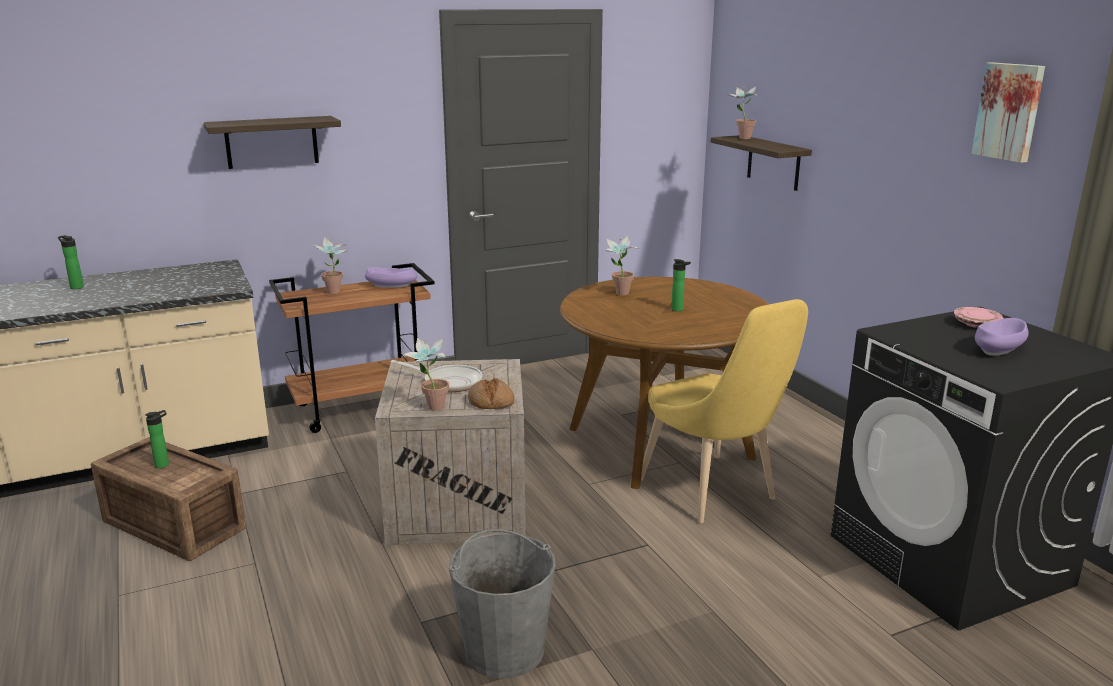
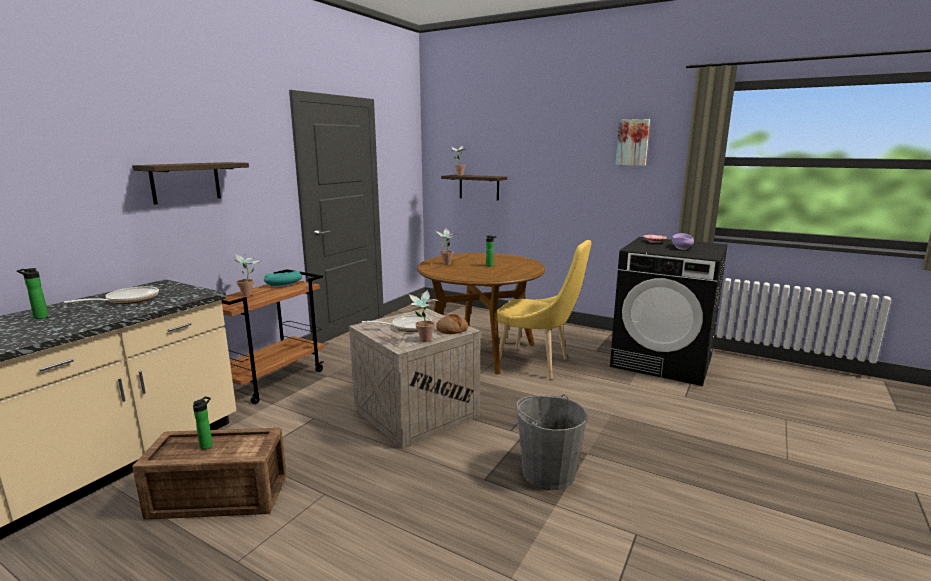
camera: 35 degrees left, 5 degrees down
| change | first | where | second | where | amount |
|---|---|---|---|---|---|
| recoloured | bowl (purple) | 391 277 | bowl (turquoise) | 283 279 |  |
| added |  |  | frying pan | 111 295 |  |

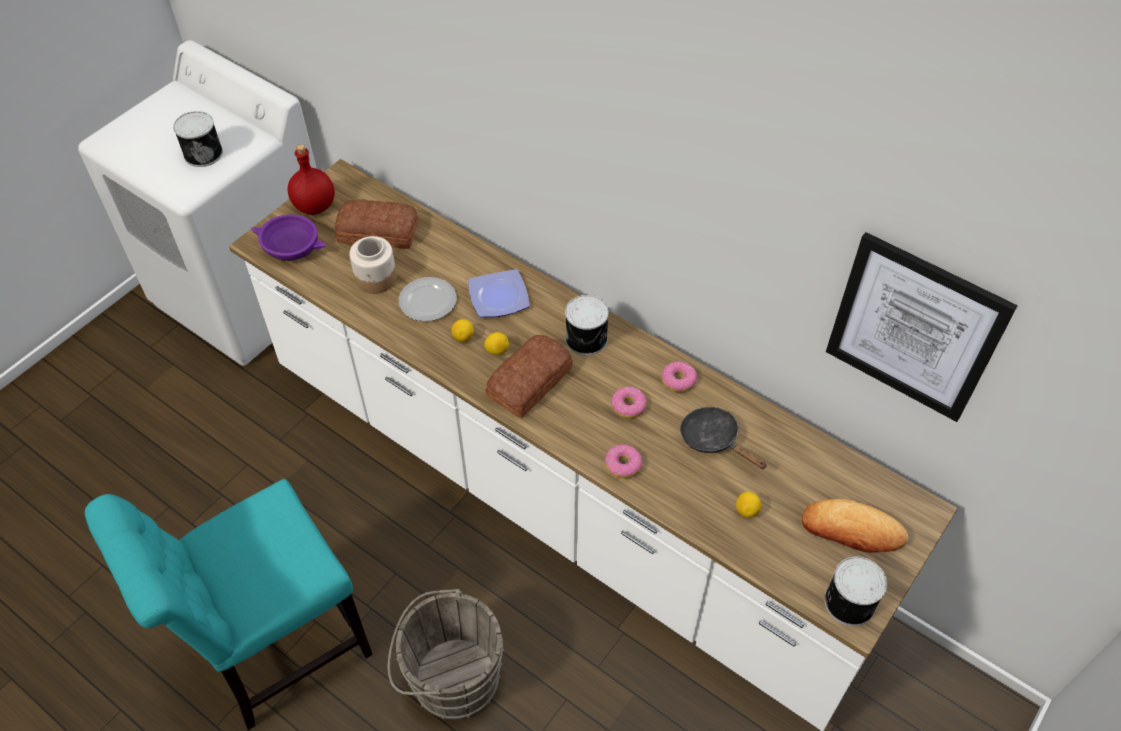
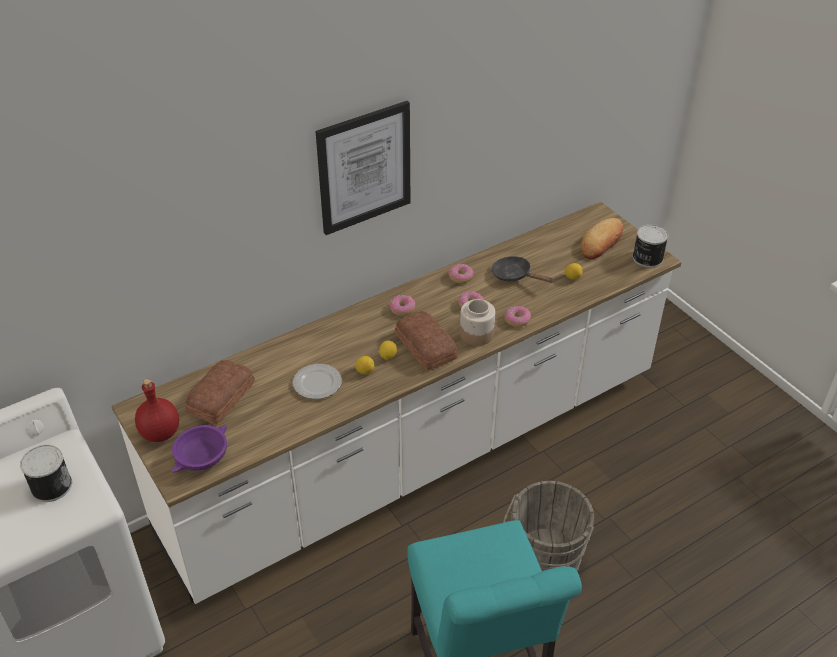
camera: 70 degrees left, 10 degrees down
| change | first | where | second | where | amount |
|---|---|---|---|---|---|
| moved | picture | 922 327 |  | 363 168 |  |
| moved | jar | 373 265 |  | 477 322 |  |
| removed | plate | 499 293 |  |  |  |
| replaced | can | 587 325 | donut | 402 305 |  |
| turned | frying pan (black) | 723 438 |  | 522 269 | 60 degrees clockwise |

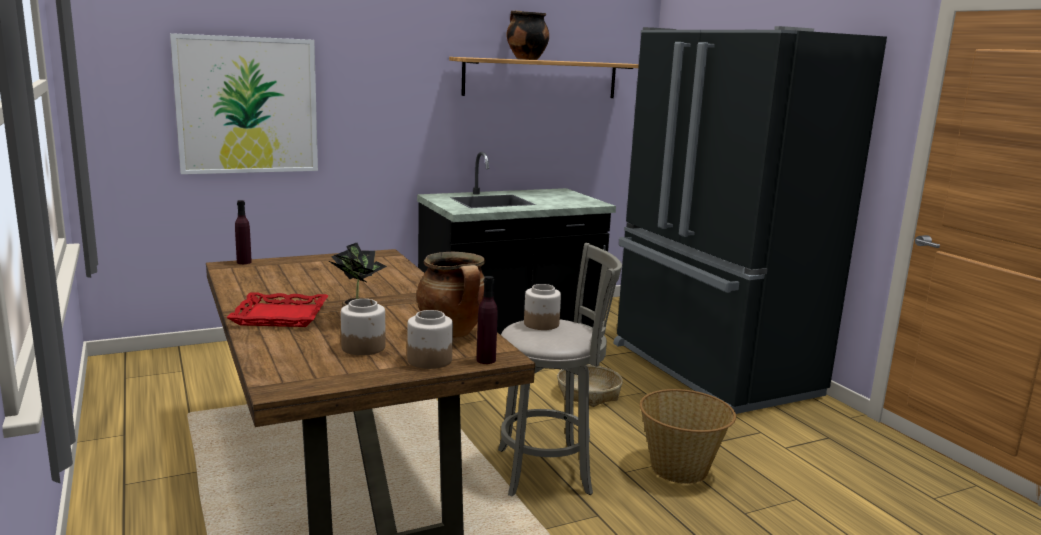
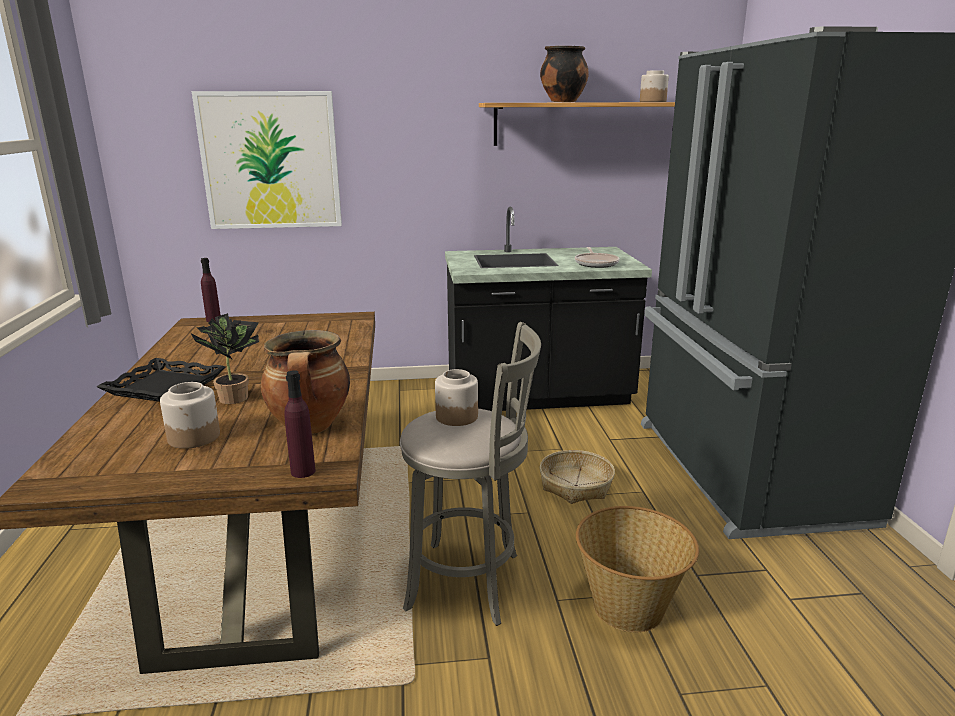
camera: 20 degrees right, 5 degrees up
| change | first | where | second | where | amount |
|---|---|---|---|---|---|
| recoloured | tray (red) | 277 309 | tray (black) | 161 380 |  |
| moved | jar | 430 339 |  | 654 86 |  |
| added |  |  | frying pan | 597 257 |  |

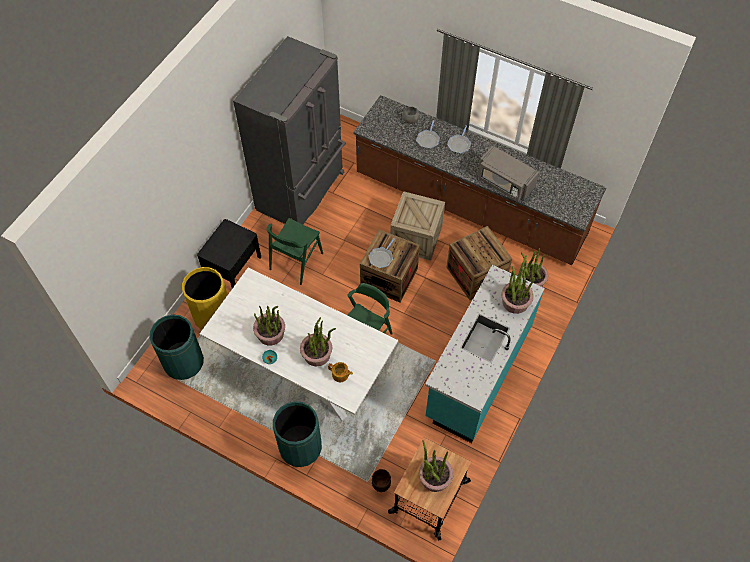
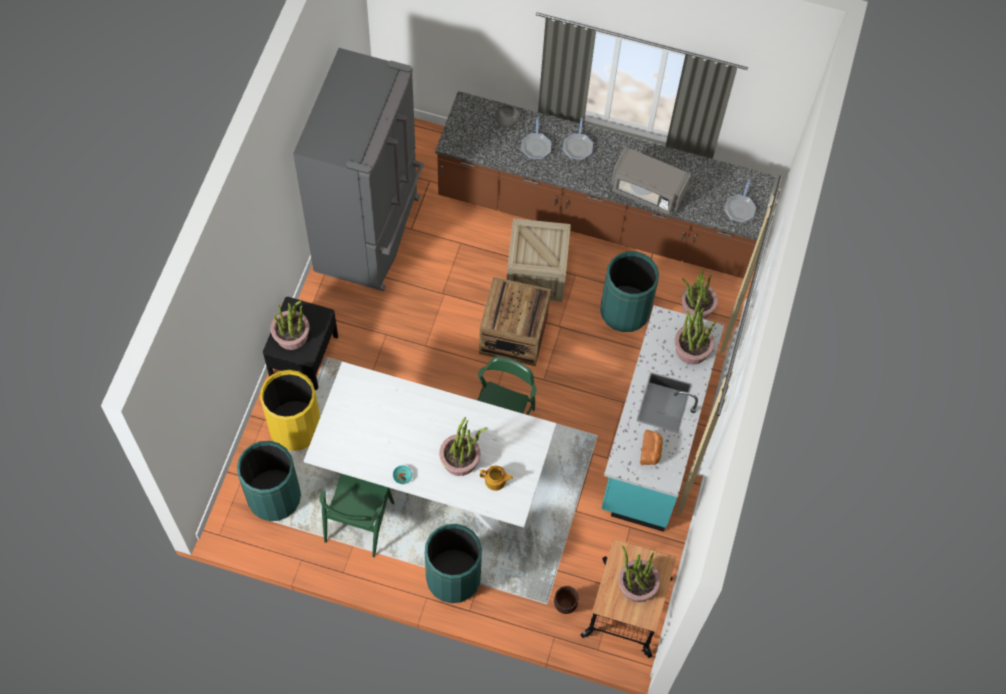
camera: 15 degrees left, 5 degrees up
| change | first | where | second | where | amount |
|---|---|---|---|---|---|
| moved | chair (green) | 295 251 |  | 356 515 |  |
| replaced | crate | 479 263 | trash can (green) | 629 291 |  |
| moved | frying pan | 381 253 |  | 740 201 |  |
| moved | potted plant | 269 326 |  | 290 325 |  |
| added |  |  | bread | 651 447 |  |

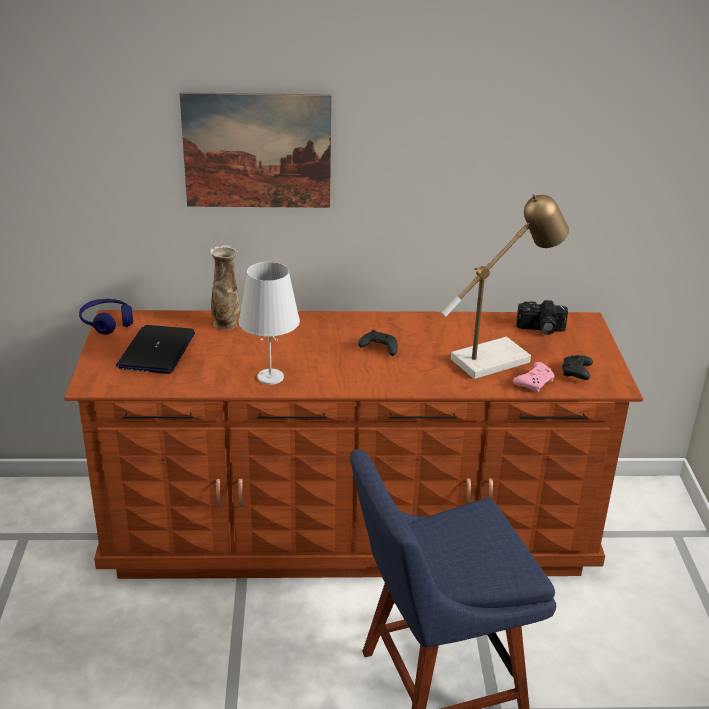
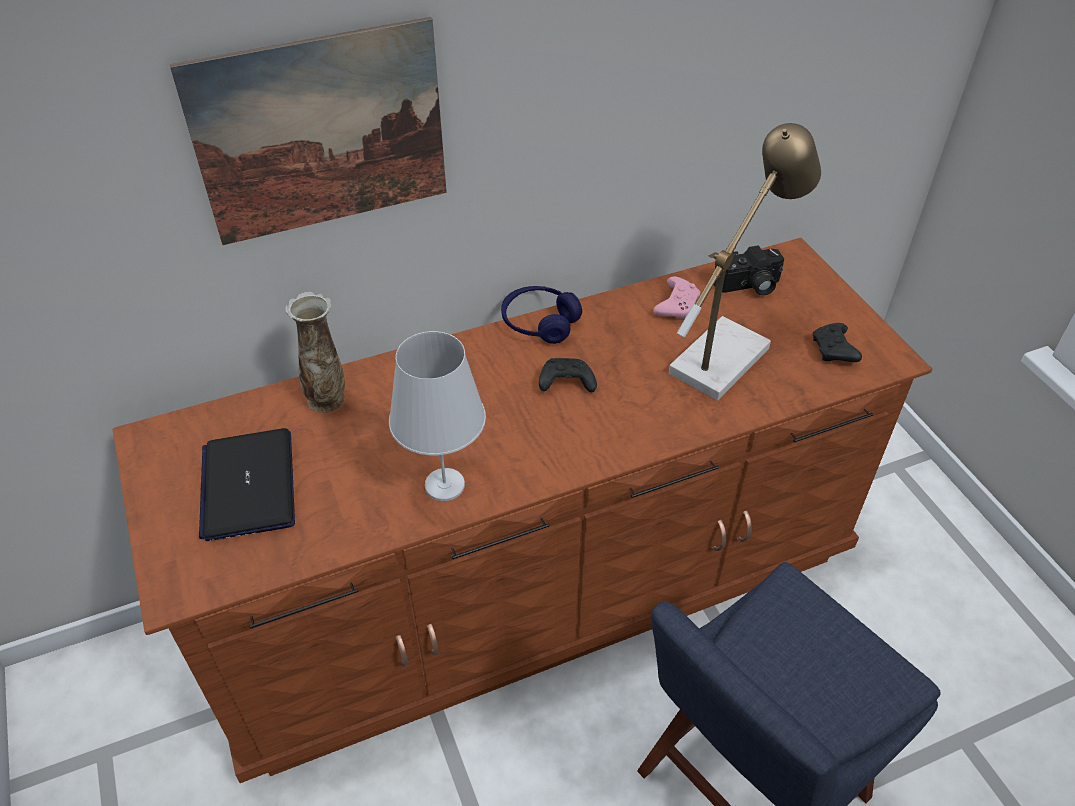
camera: 20 degrees left, 15 degrees up
| change | first | where | second | where | amount |
|---|---|---|---|---|---|
| moved | headphones (blue) | 106 317 |  | 541 315 |  |
| moved | game controller (pink) | 534 377 |  | 676 297 |  |

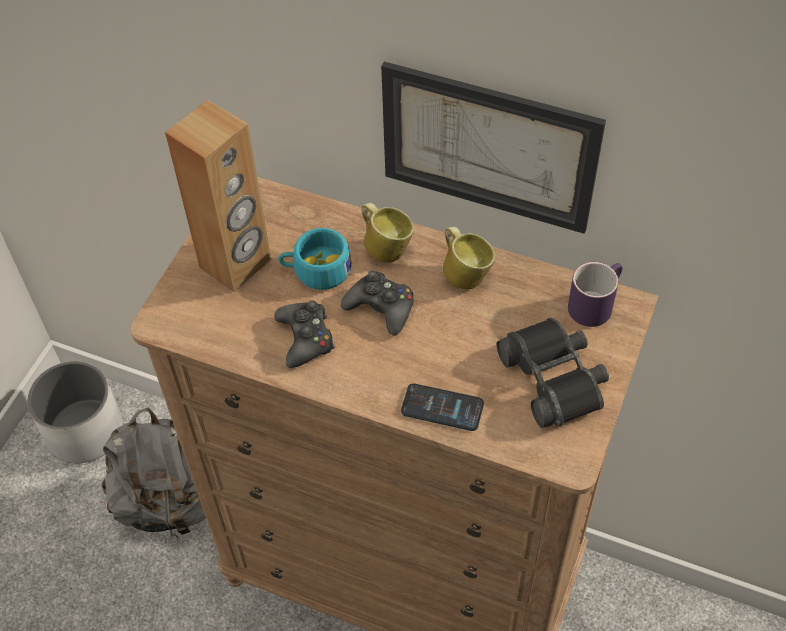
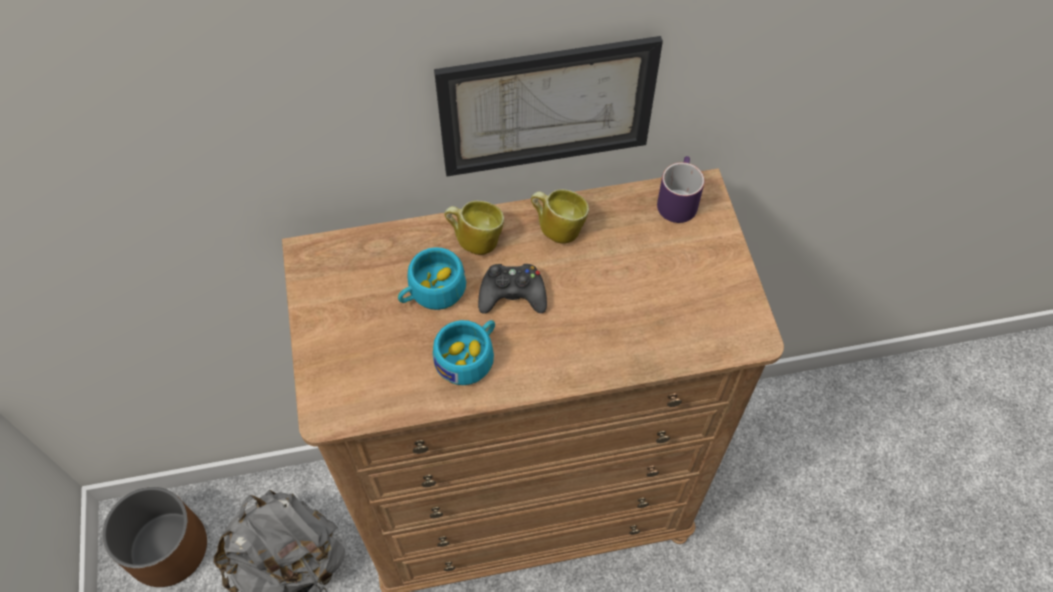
camera: 35 degrees left, 5 degrees up
| change | first | where | second | where | amount |
|---|---|---|---|---|---|
| removed | speaker (brown) | 218 196 |  |  |  |
| replaced | game controller (black) | 304 334 | cup (turquoise) | 464 352 |  |
| removed | binoculars (black) | 553 373 |  |  |  |
| recoloured | planter (white) | 75 412 | planter (brown) | 154 537 |  |
| removed | phone | 442 407 |  |  |  |

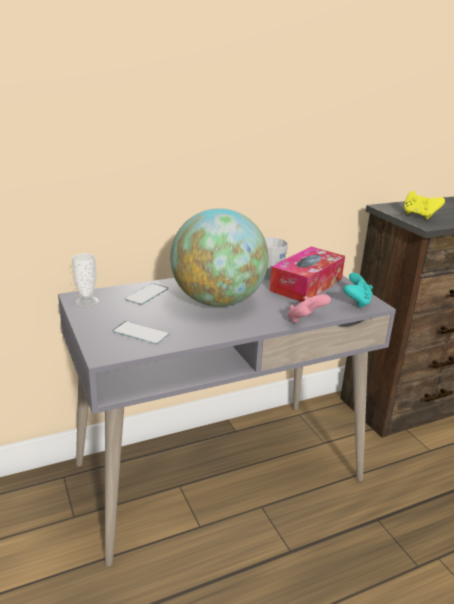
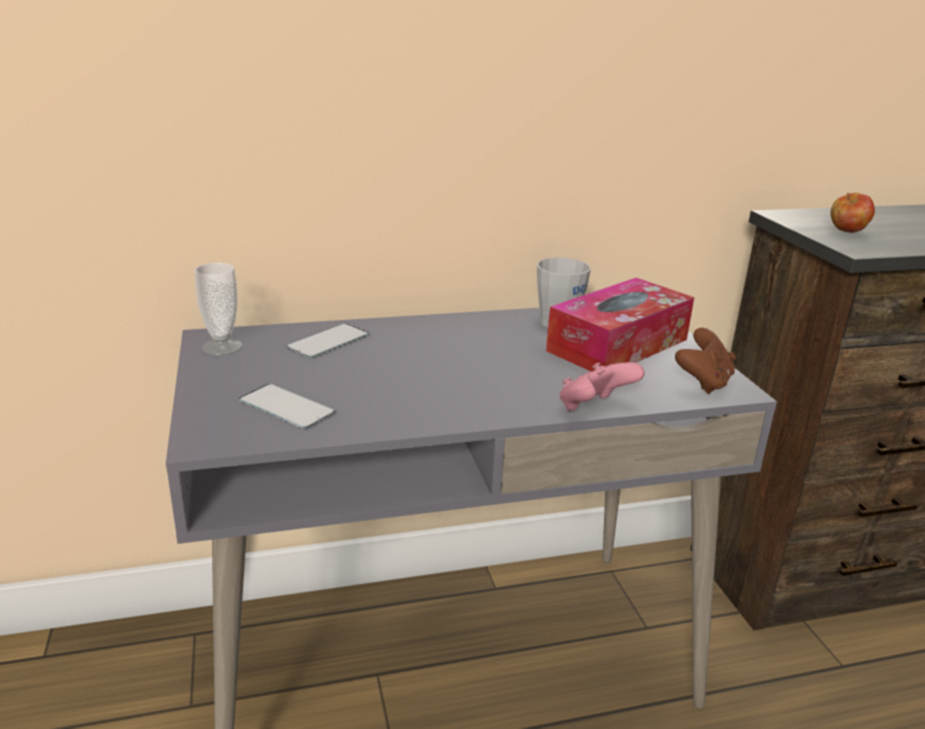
camera: 10 degrees right, 0 degrees up
| change | first | where | second | where | amount |
|---|---|---|---|---|---|
| replaced | game controller (yellow) | 424 205 | apple | 853 213 |  |
| removed | globe | 219 257 |  |  |  |
| recoloured | game controller (turquoise) | 358 290 | game controller (brown) | 705 361 |  |

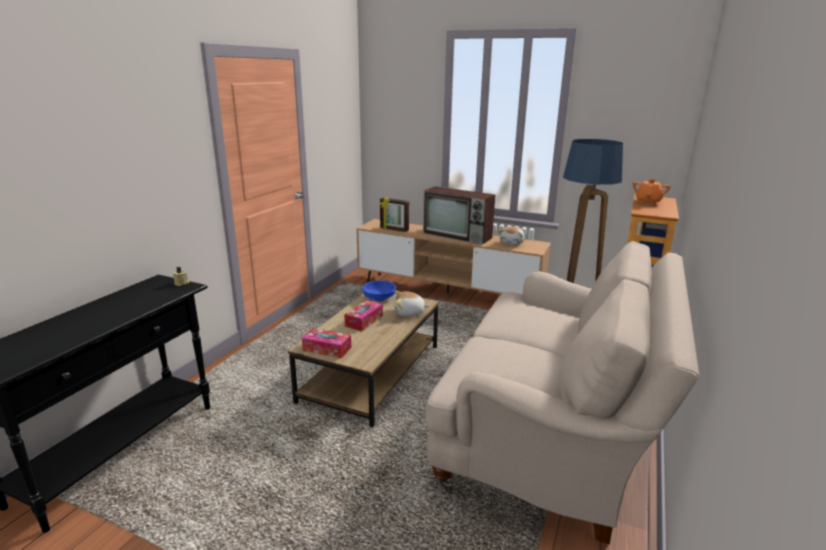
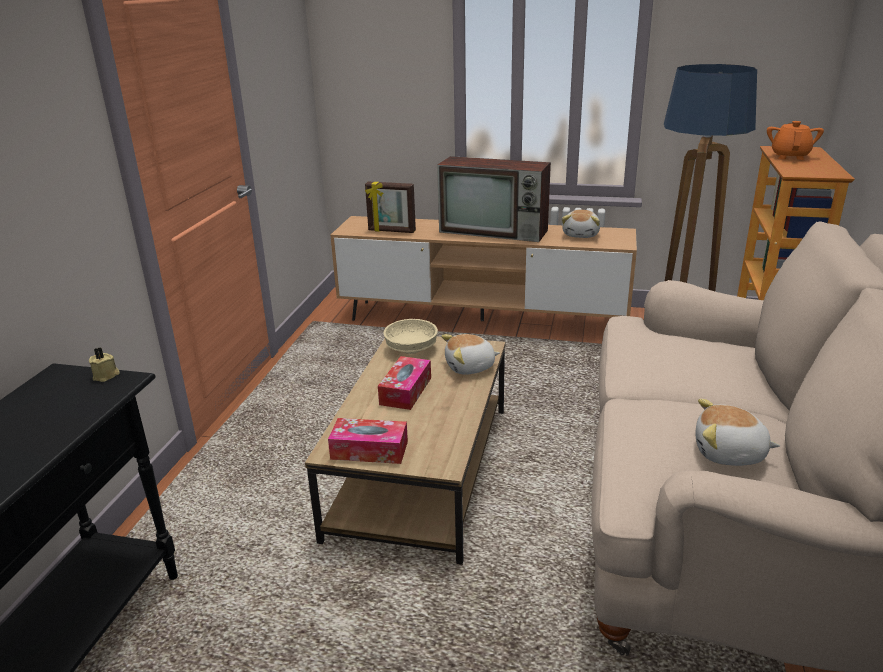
camera: 10 degrees left, 5 degrees up
| change | first | where | second | where | amount |
|---|---|---|---|---|---|
| recoloured | bowl (blue) | 379 290 | bowl (beige) | 411 336 |  |
| added |  |  | plush toy | 738 432 |  |

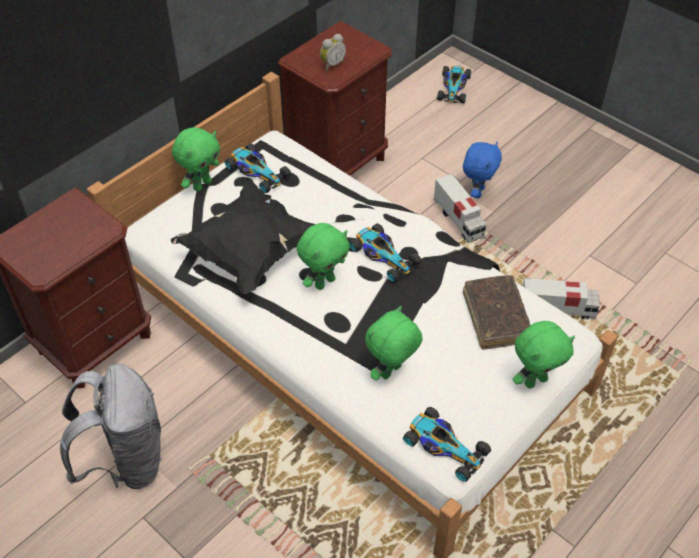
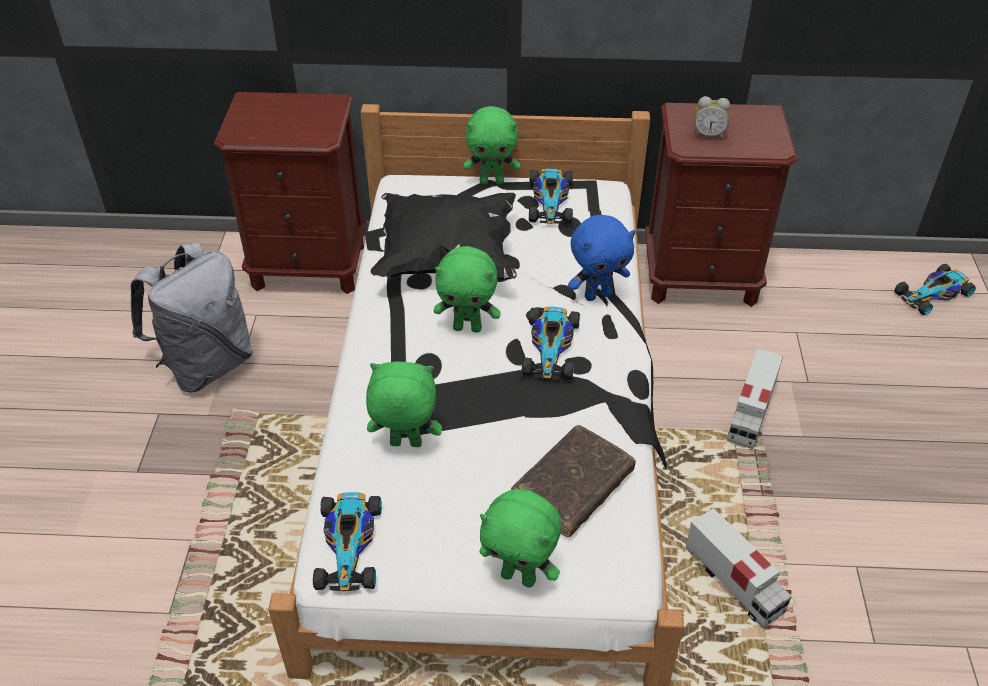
camera: 50 degrees right, 5 degrees down
| change | first | where | second | where | amount |
|---|---|---|---|---|---|
| moved | plush toy (blue) | 482 170 |  | 602 258 |  |

